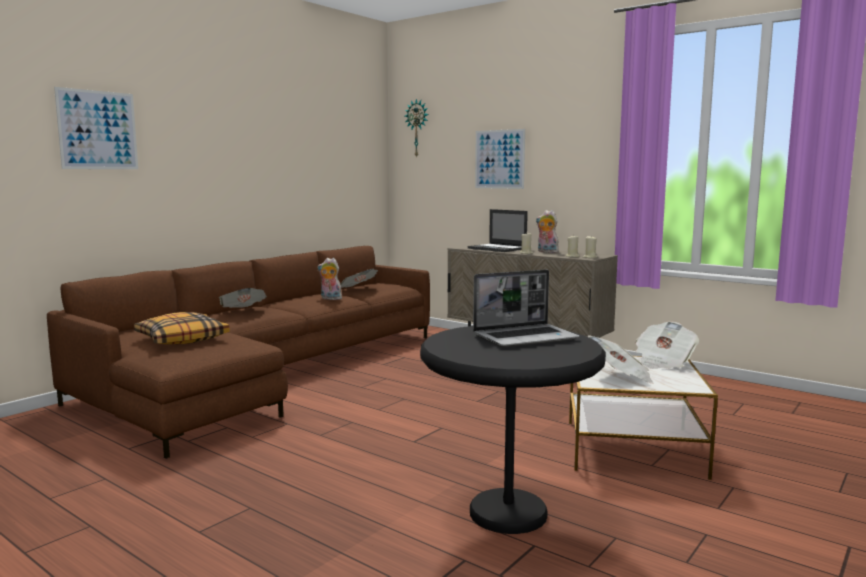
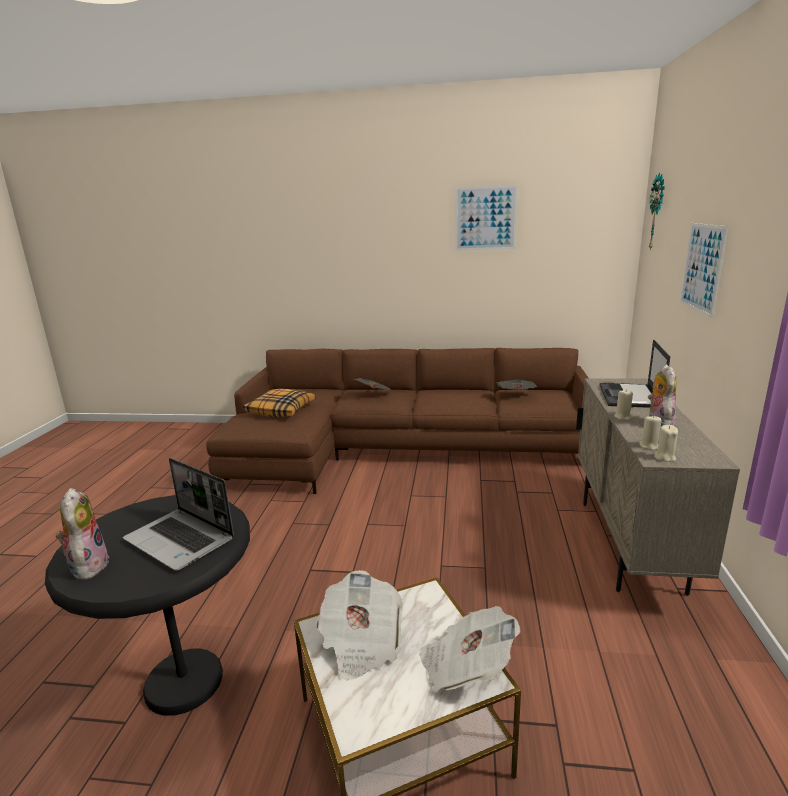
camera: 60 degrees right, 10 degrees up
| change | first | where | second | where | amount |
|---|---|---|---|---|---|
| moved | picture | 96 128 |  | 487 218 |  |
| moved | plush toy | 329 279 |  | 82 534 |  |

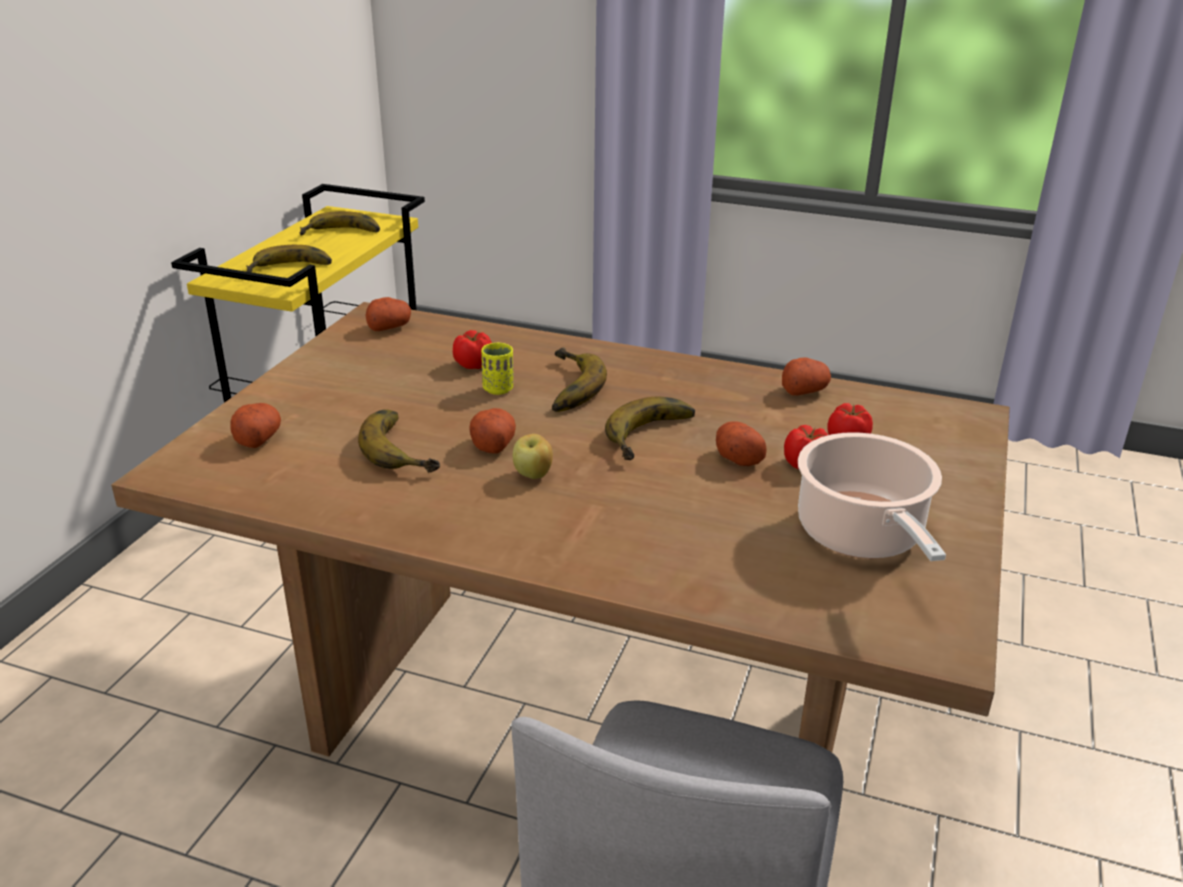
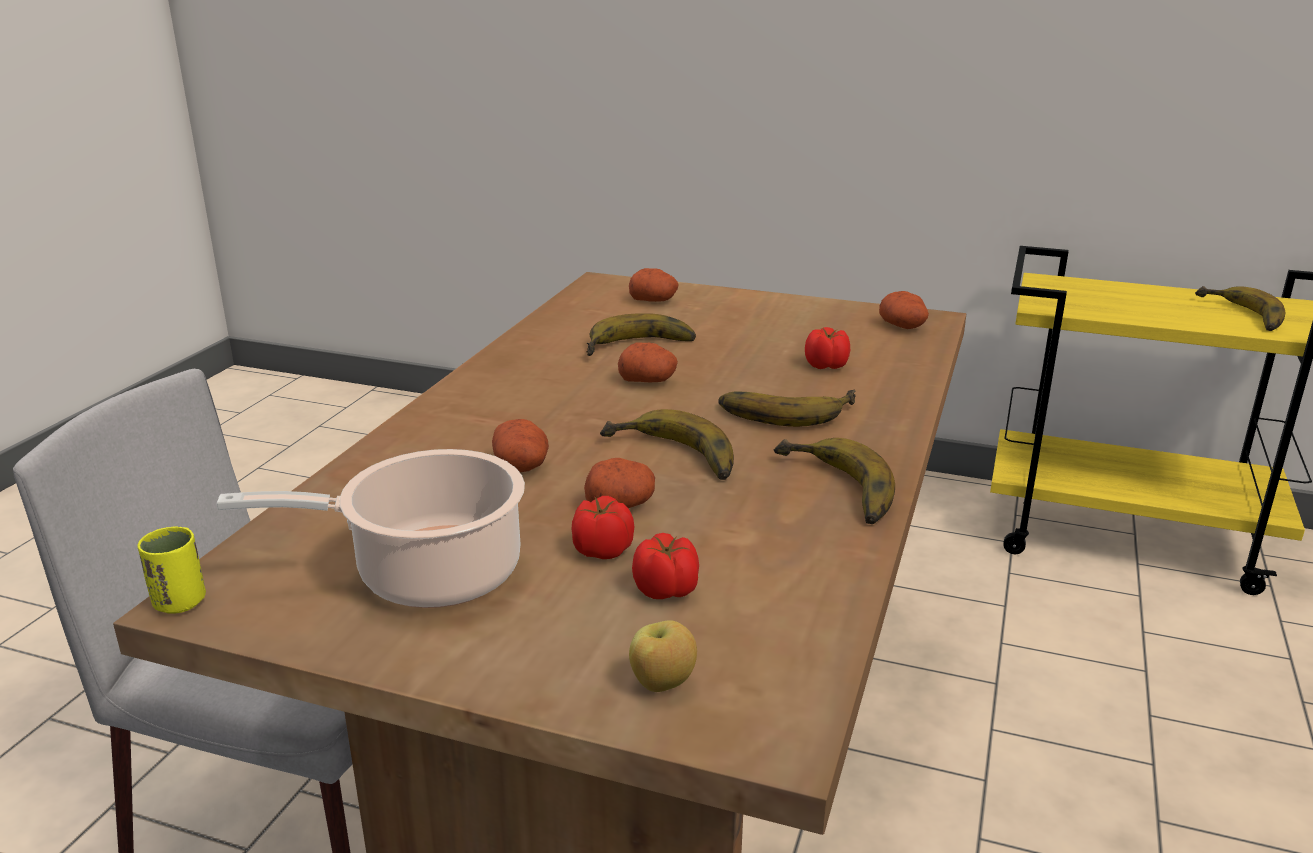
camera: 90 degrees right, 5 degrees down
| change | first | where | second | where | amount |
|---|---|---|---|---|---|
| moved | banana | 289 258 |  | 834 481 |  |
| moved | cup (yellow) | 497 369 |  | 171 570 |  |
| moved | potato | 806 377 |  | 520 445 |  |
| moved | apple | 533 456 |  | 663 656 |  |

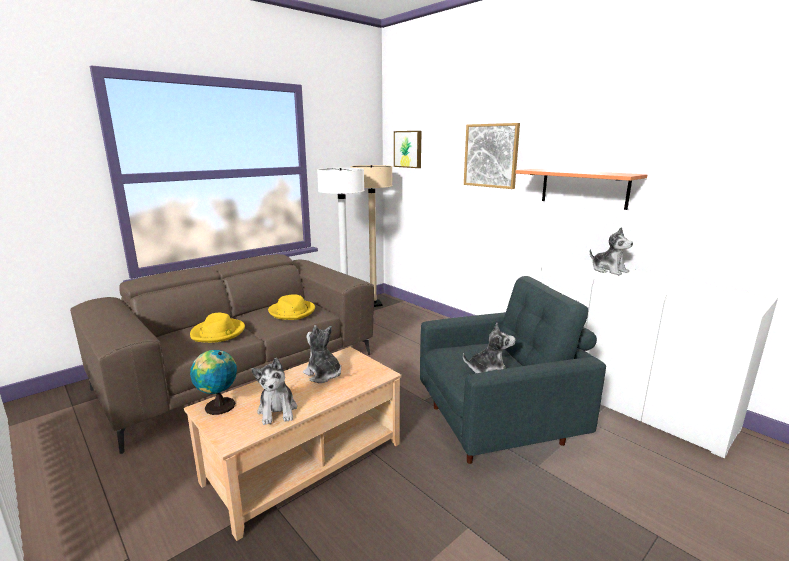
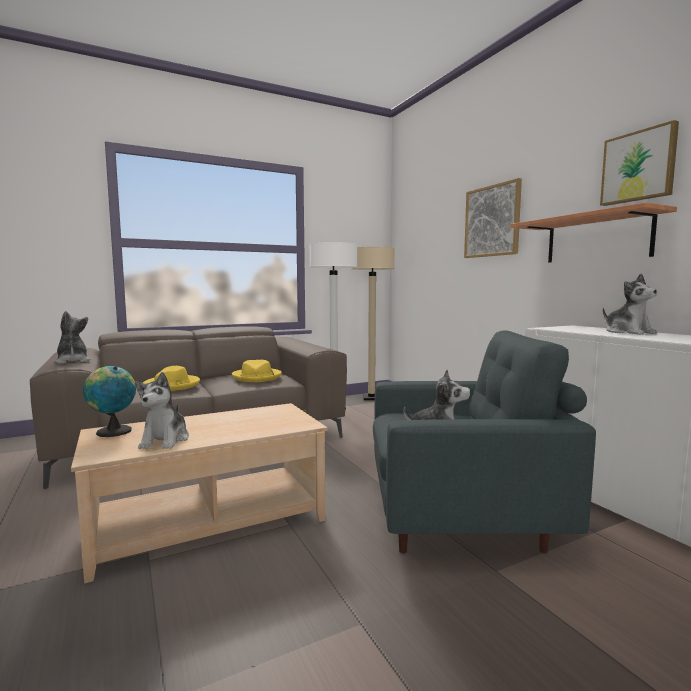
camera: 15 degrees right, 10 degrees down
| change | first | where | second | where | amount |
|---|---|---|---|---|---|
| moved | picture | 408 149 |  | 639 163 |  |
| moved | plush toy | 322 354 |  | 72 337 |  |

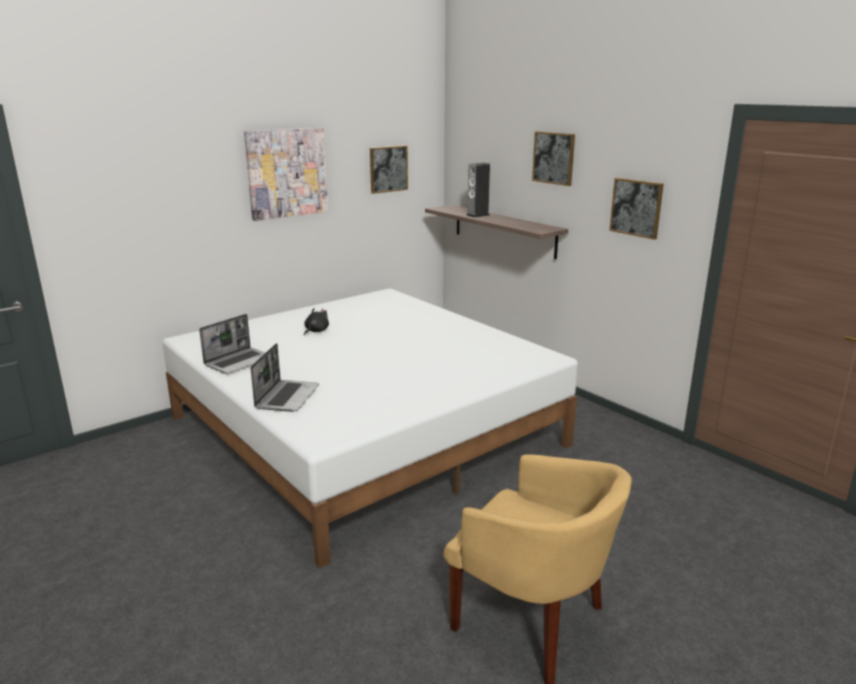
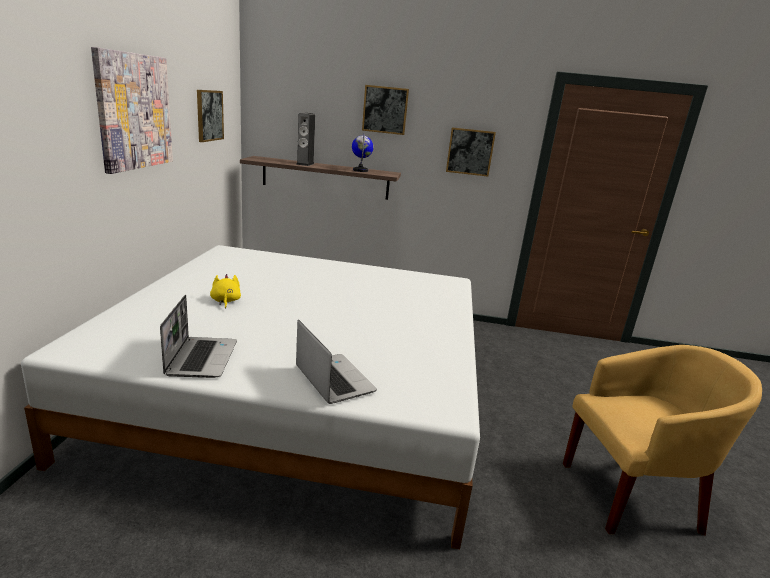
camera: 45 degrees left, 0 degrees up
| change | first | where | second | where | amount |
|---|---|---|---|---|---|
| recoloured | plush toy (black) | 316 322 | plush toy (yellow) | 225 291 |  |
| added |  |  | globe | 363 152 |  |

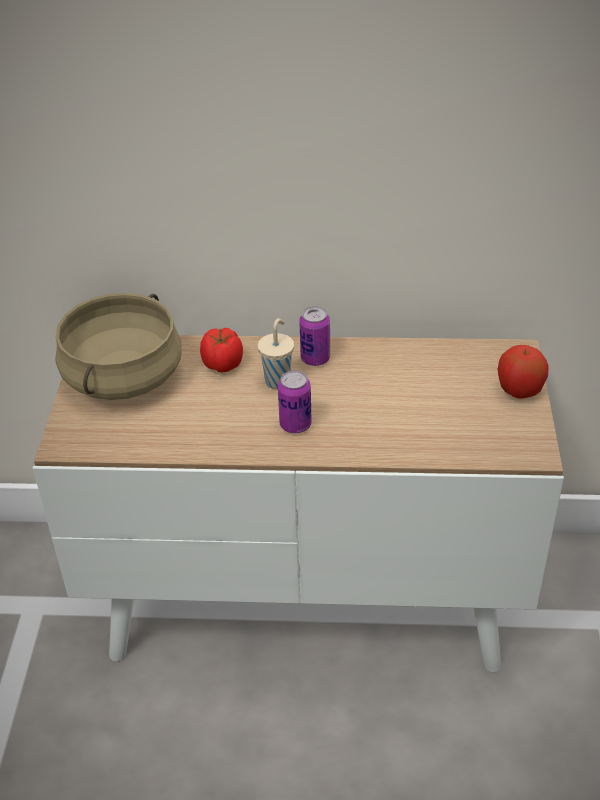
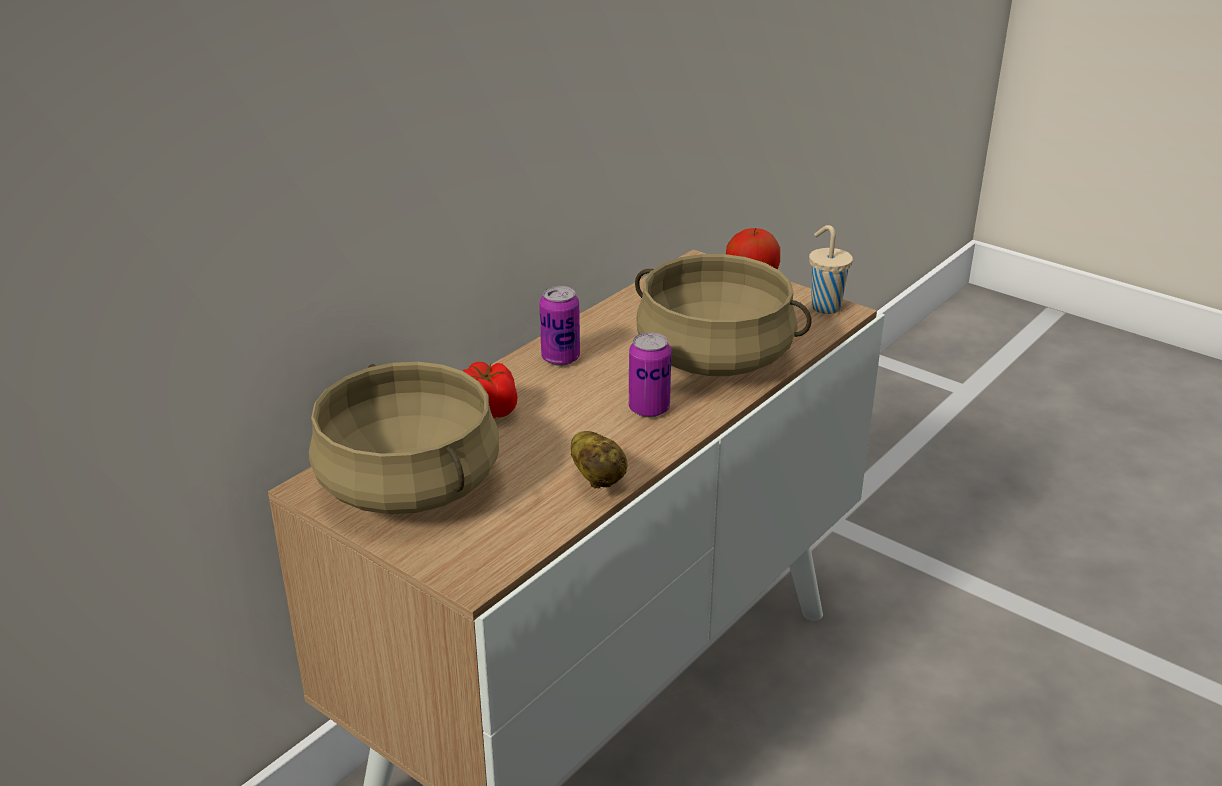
camera: 55 degrees left, 10 degrees down
| change | first | where | second | where | amount |
|---|---|---|---|---|---|
| moved | cup (beige) | 276 354 |  | 831 269 |  |
| added |  |  | cooking pot (beige) | 723 315 |  |
| added |  |  | potato | 599 460 |  |

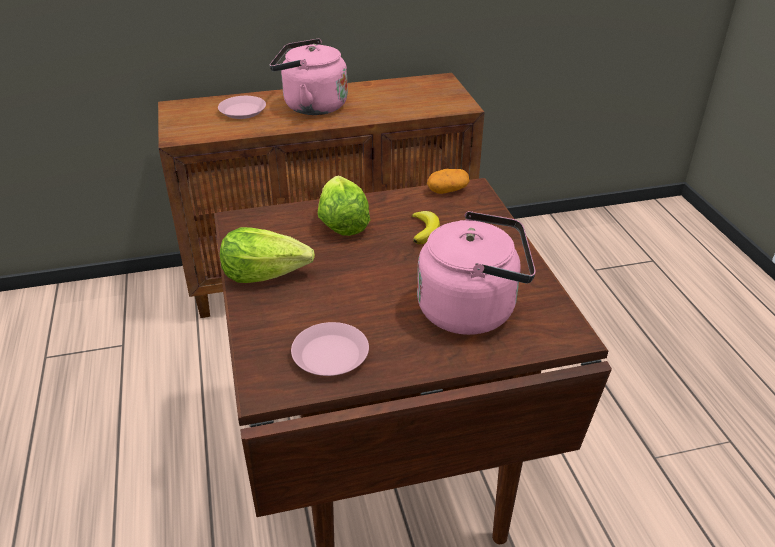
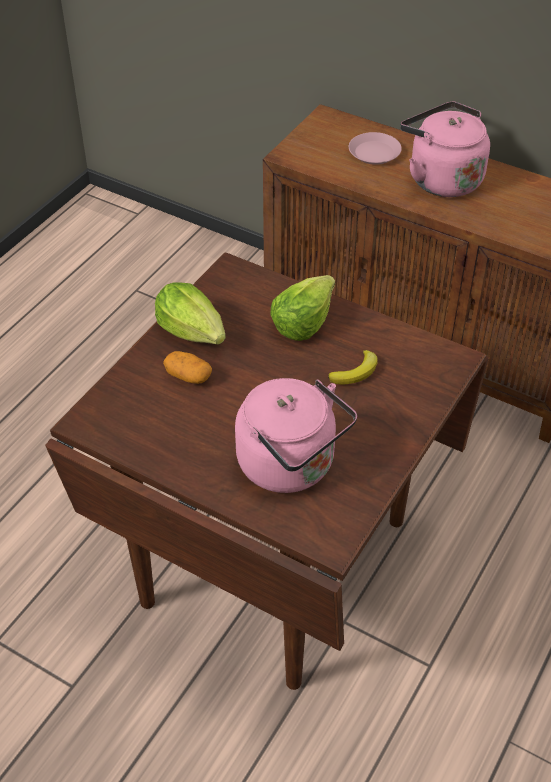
camera: 45 degrees right, 10 degrees up
| change | first | where | second | where | amount |
|---|---|---|---|---|---|
| moved | potato | 448 181 |  | 187 367 |  |
| removed | plate (pink) | 330 349 |  |  |  |

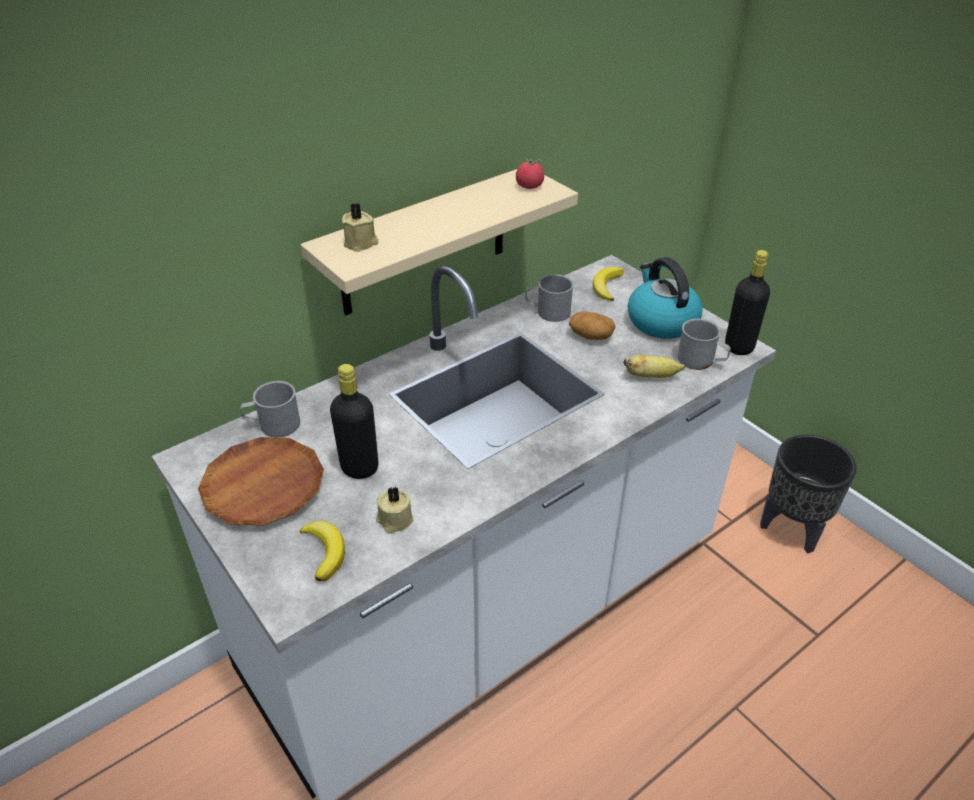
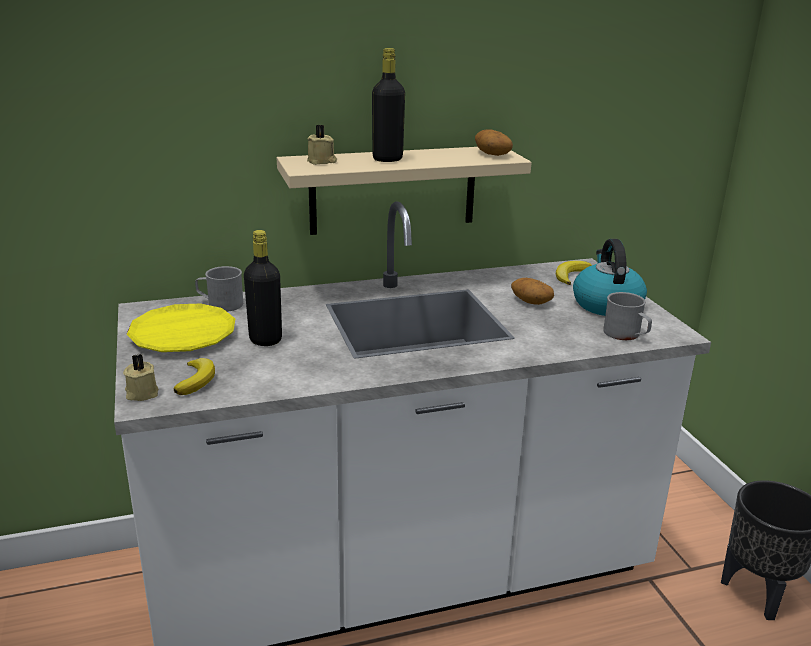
camera: 20 degrees right, 15 degrees down
| change | first | where | second | where | amount |
|---|---|---|---|---|---|
| replaced | tomato | 530 173 | potato | 494 142 |  |
| moved | bottle (black) | 747 302 |  | 388 105 |  |
| removed | mug (grey) | 549 298 |  |  |  |
| removed | banana | 654 366 |  |  |  |
| recoloured | plate (brown) | 261 481 | plate (yellow) | 180 328 |  |
| moved | candle (beige) | 395 509 |  | 141 377 |  |

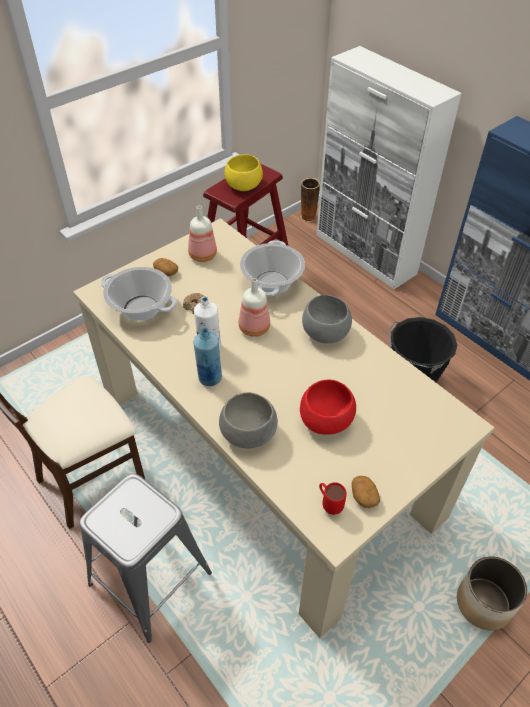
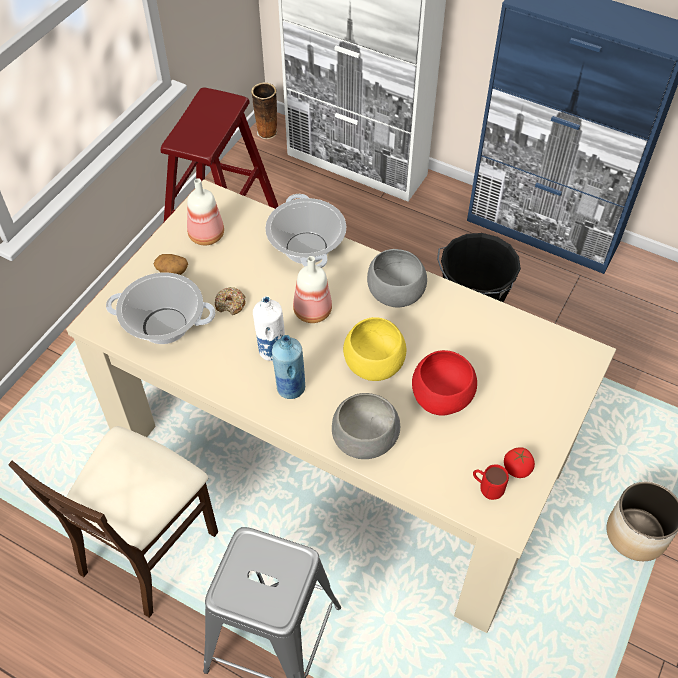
camera: 20 degrees left, 5 degrees up
| change | first | where | second | where | amount |
|---|---|---|---|---|---|
| moved | bowl (yellow) | 243 172 |  | 374 349 |  |
| replaced | potato | 366 492 | tomato | 519 462 |  |

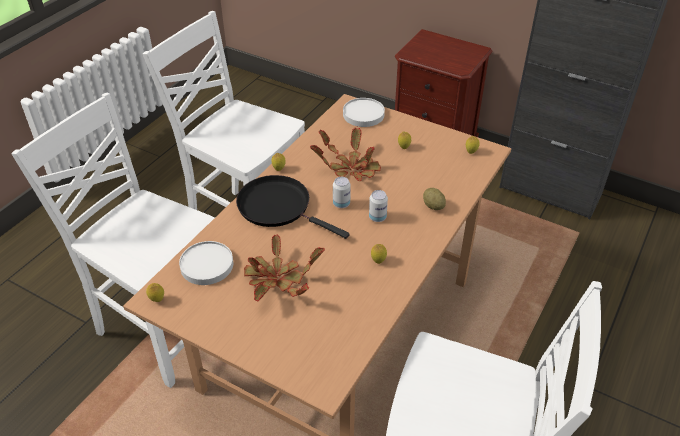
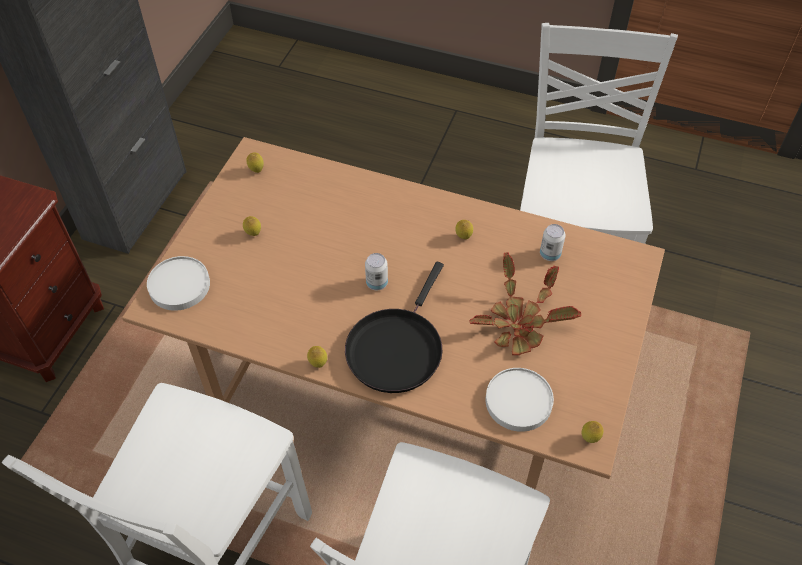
camera: 100 degrees left, 10 degrees up
| change | first | where | second | where | amount |
|---|---|---|---|---|---|
| removed | potted plant | 345 154 |  |  |  |
| removed | potato | 434 199 |  |  |  |
| moved | can | 378 206 |  | 553 242 |  |

